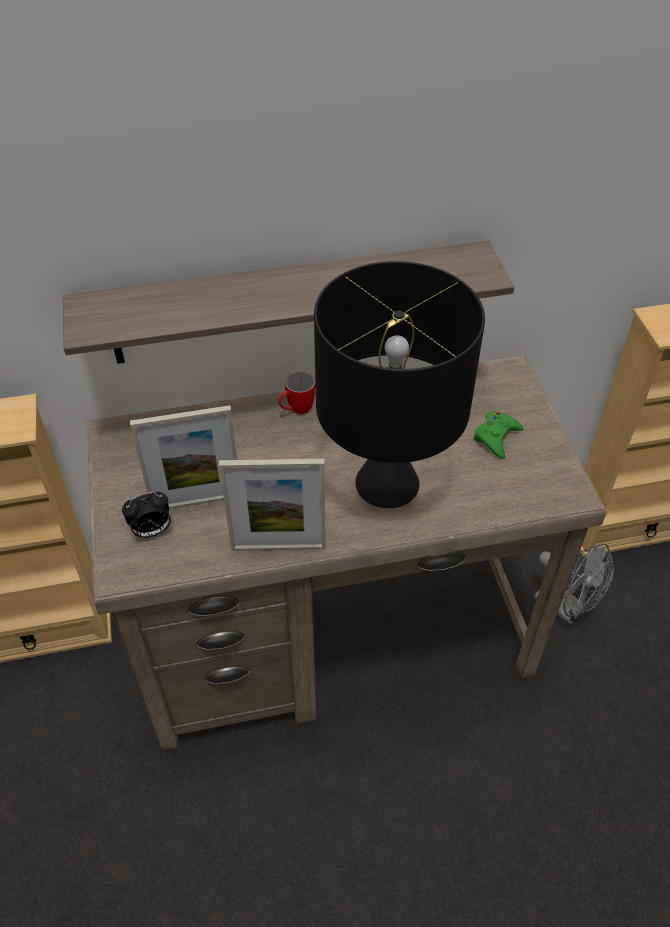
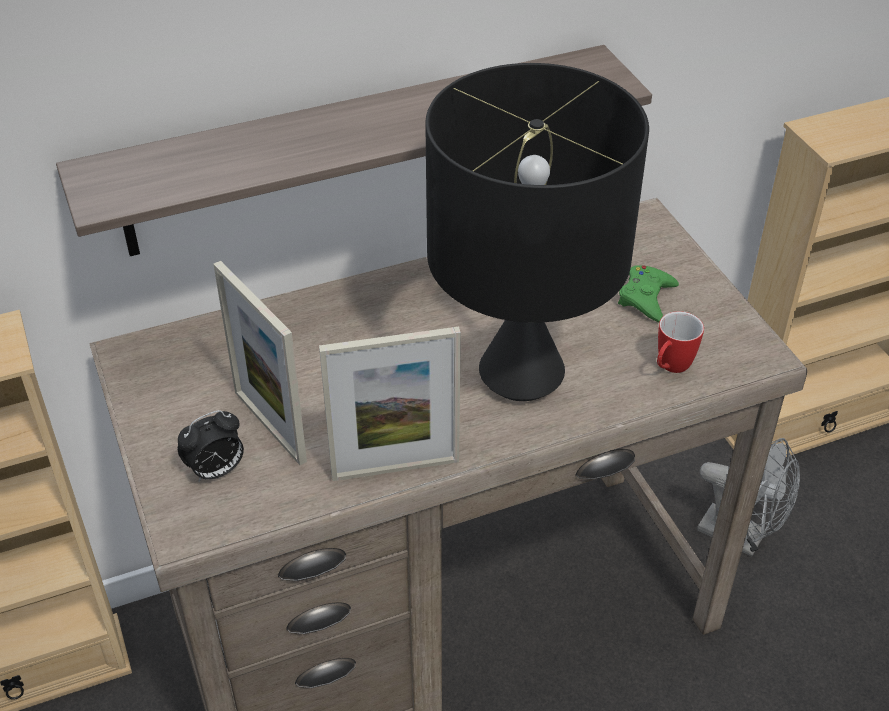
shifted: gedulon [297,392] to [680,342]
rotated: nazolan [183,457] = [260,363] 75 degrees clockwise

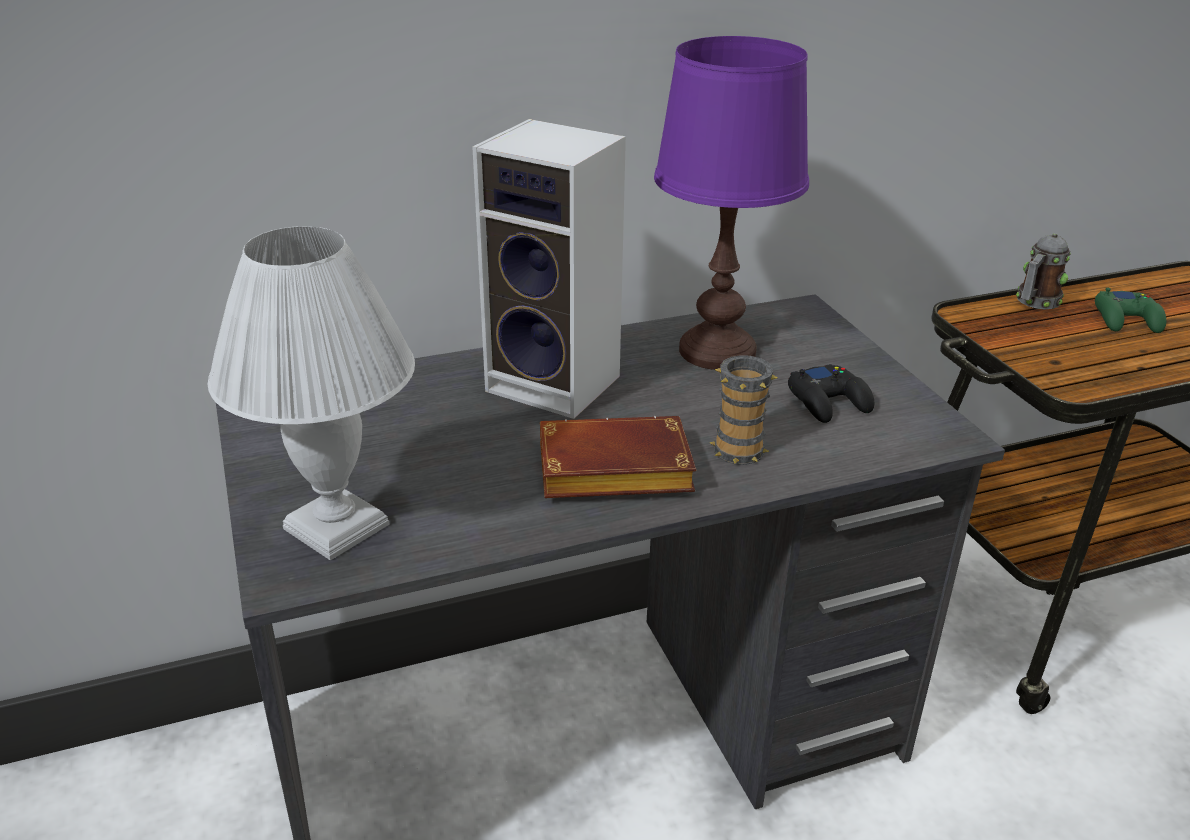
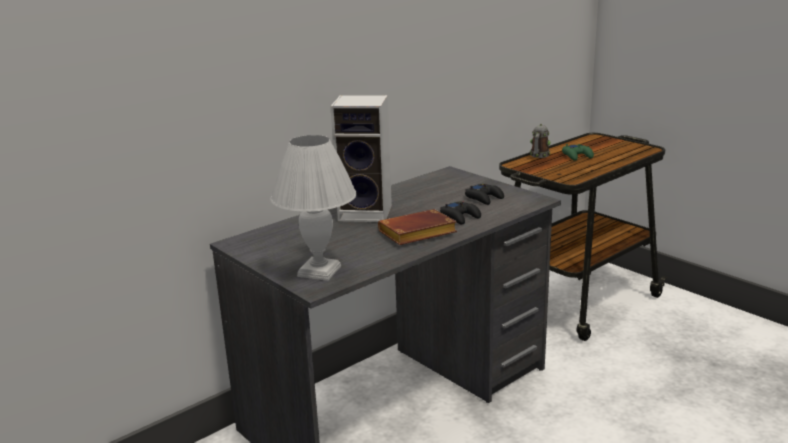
gone: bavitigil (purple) [731,203]
swapped: gedulon [744,410] to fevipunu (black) [460,213]

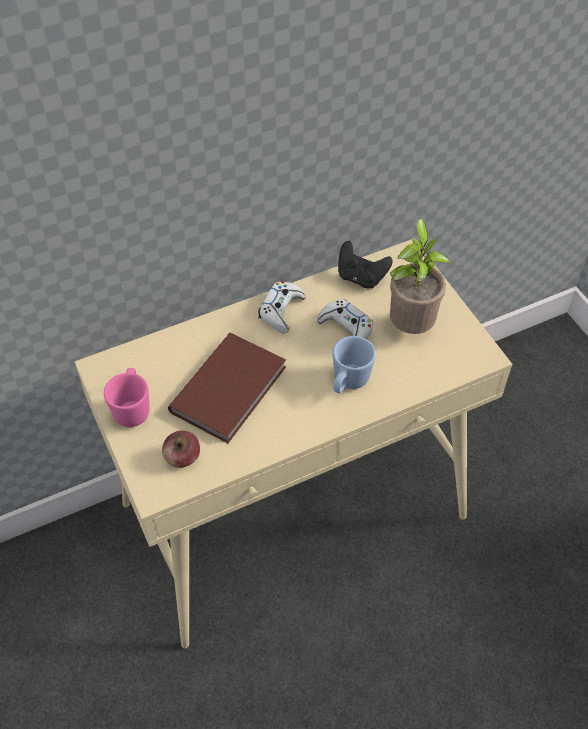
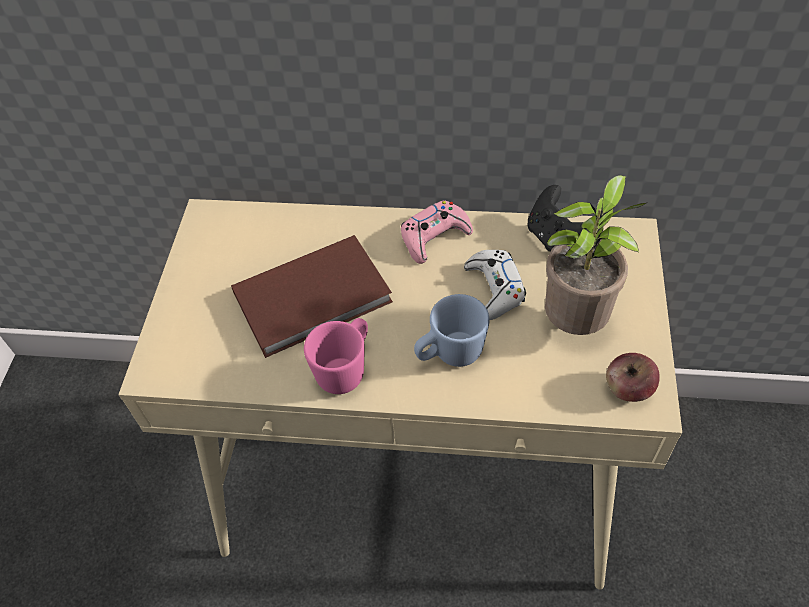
shifted: gedulon (pink) [126,397] to [336,356]; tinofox [181,449] to [633,377]
repainted: fevipunu (white) [282,307] to fevipunu (pink) [437,232]

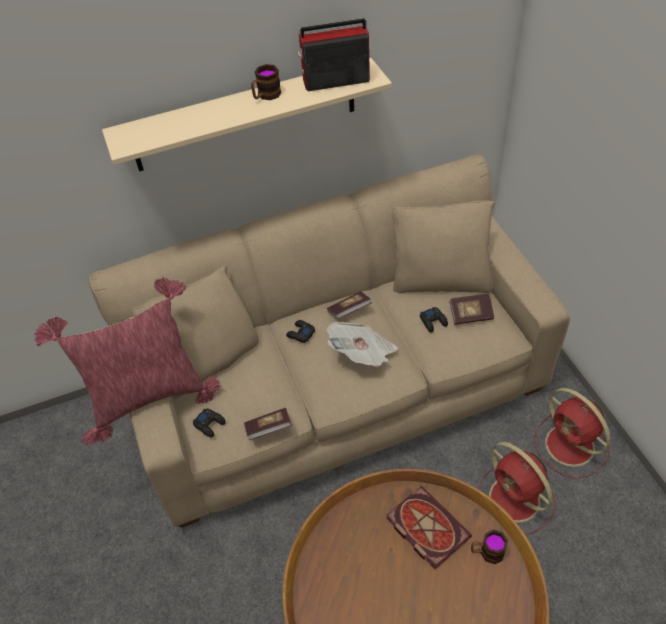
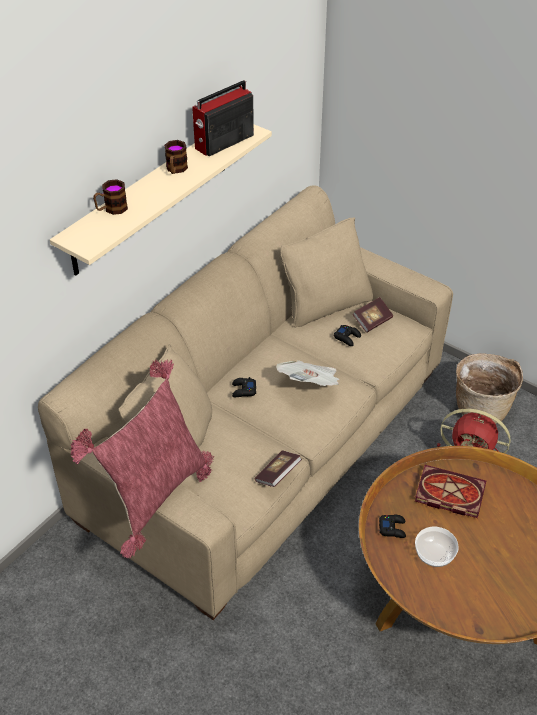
gone: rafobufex [349,305]
new: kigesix [437,547]
shifted: fevipunu (black) [209,423] to [392,526]; gedulon [489,546] to [110,197]
swapped: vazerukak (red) [572,433] to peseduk [489,388]

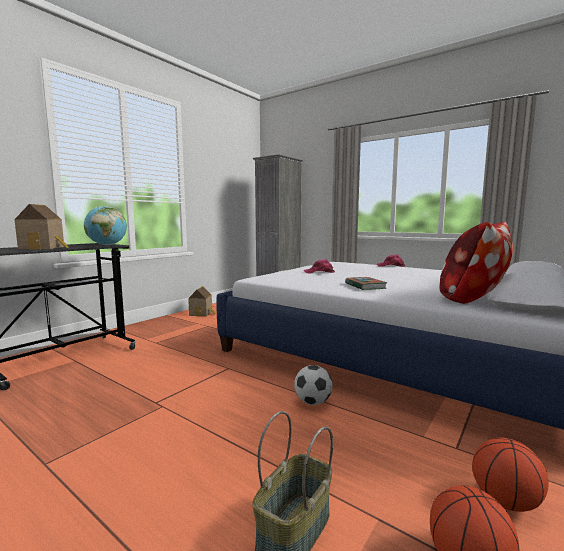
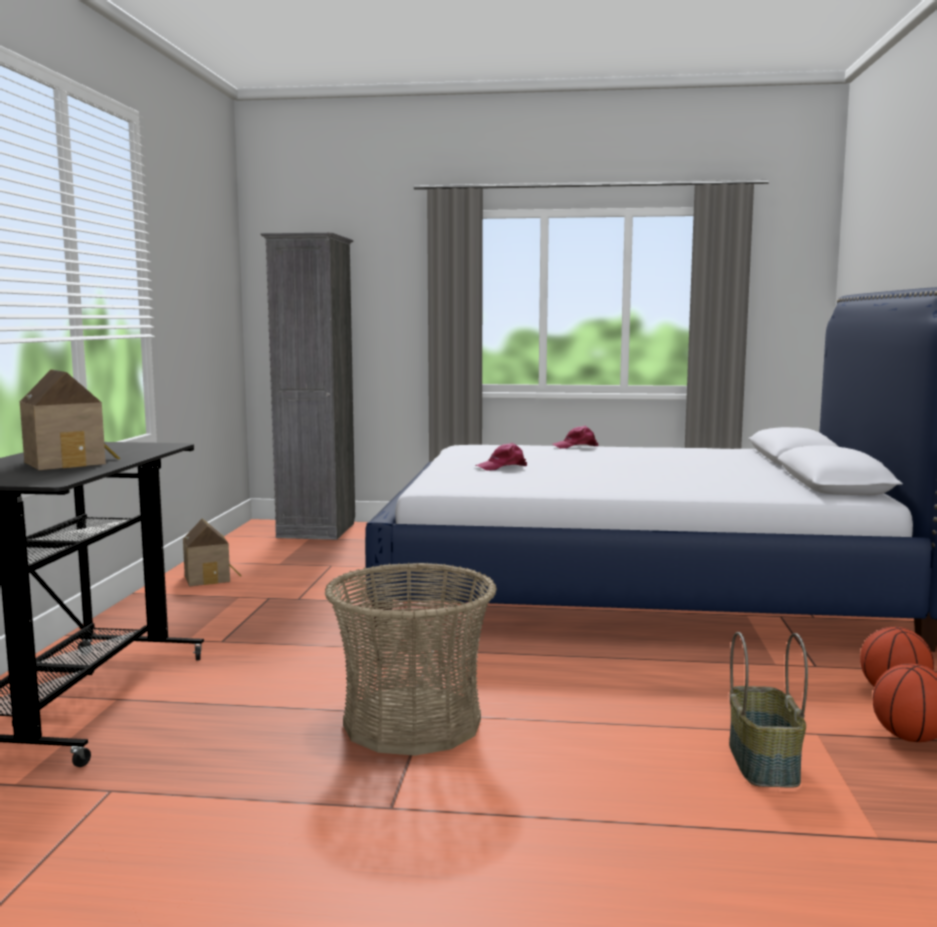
gone: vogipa [105,225]; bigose [476,262]; rafobufex [366,283]; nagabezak [313,385]
new: peseduk [411,659]

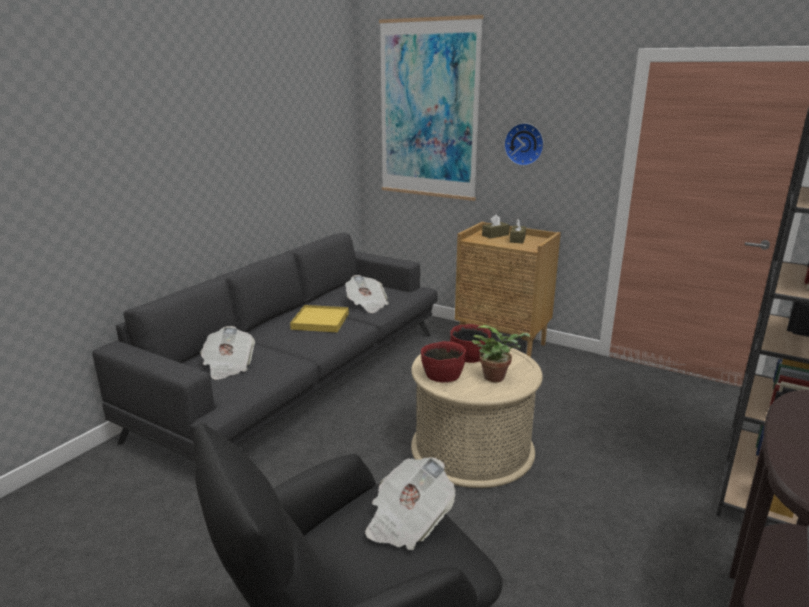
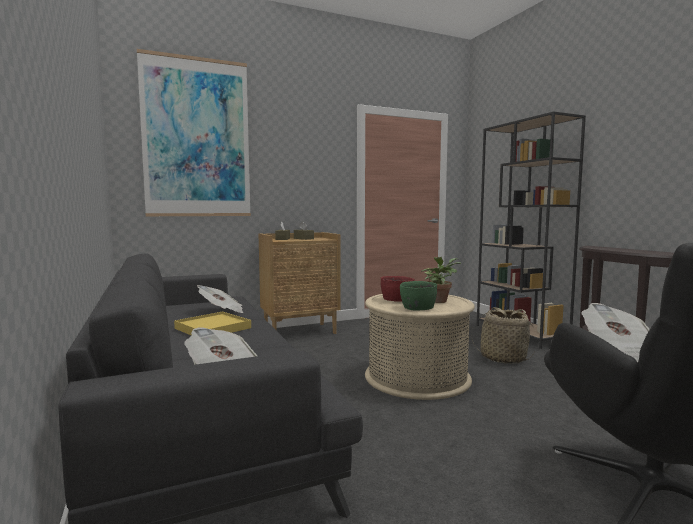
gone: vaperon [524,144]
new: peseduk [502,335]
repainted: kigesix (red) [443,362] to kigesix (green) [418,296]

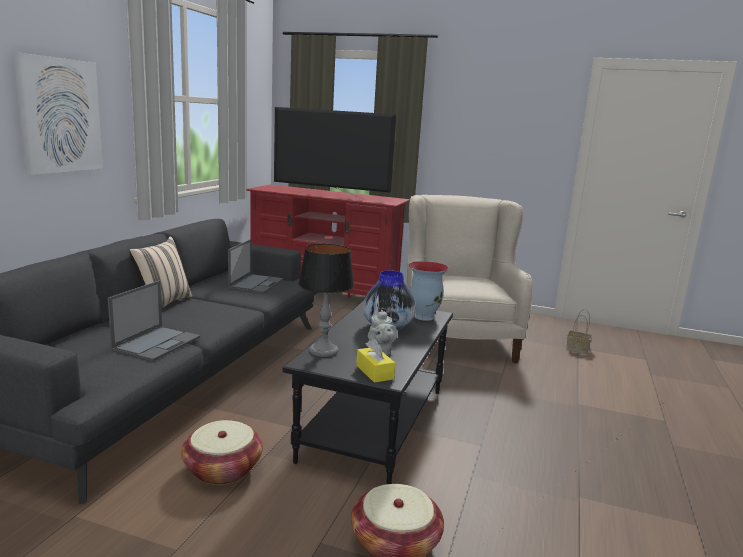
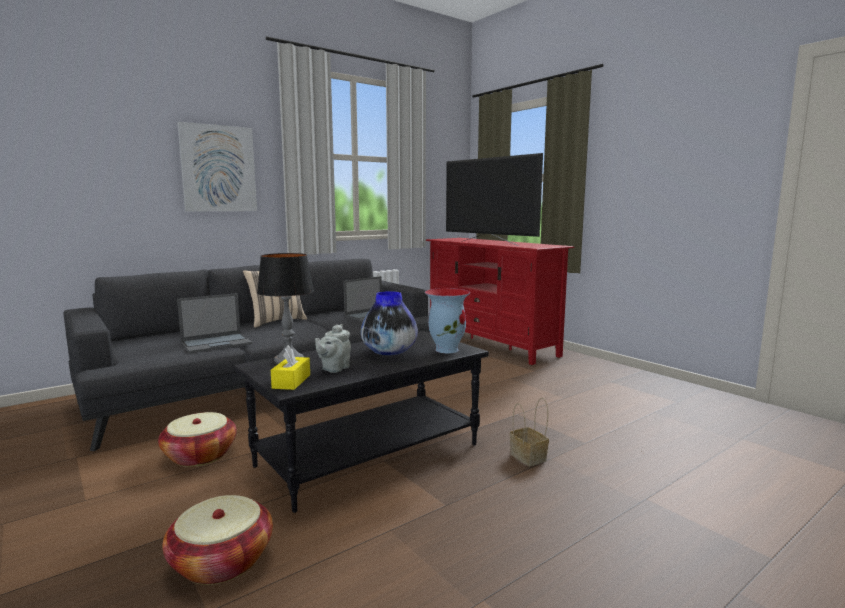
gone: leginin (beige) [470,279]
shifted: peseduk [579,331] to [529,432]

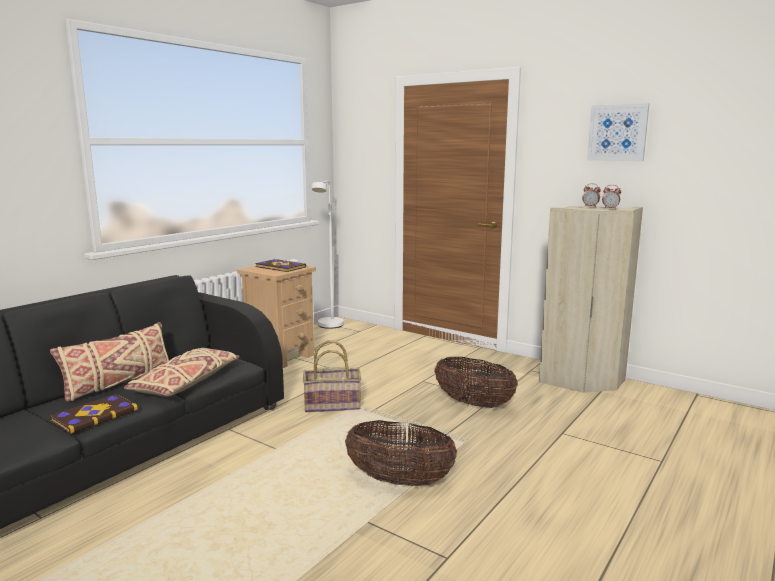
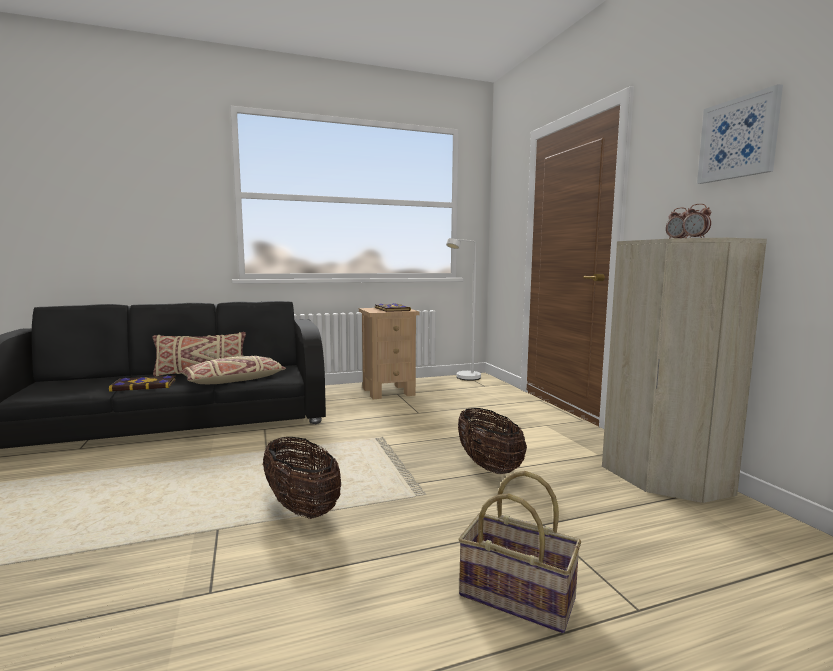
shifted: peseduk [332,376] to [519,552]

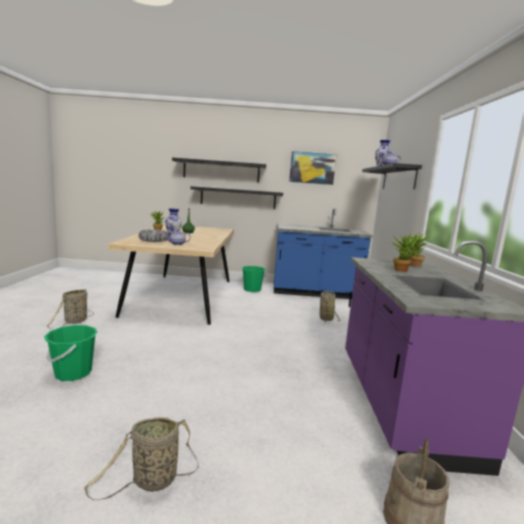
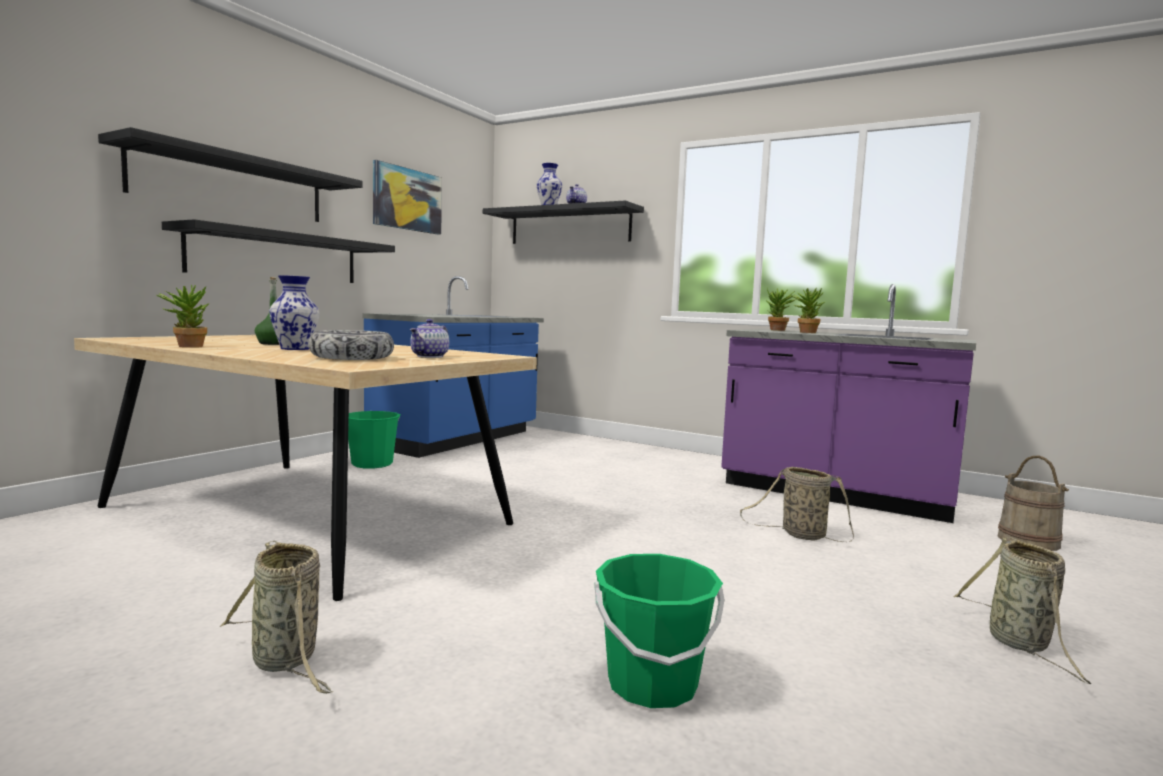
shifted: peseduk [330,307] to [797,504]

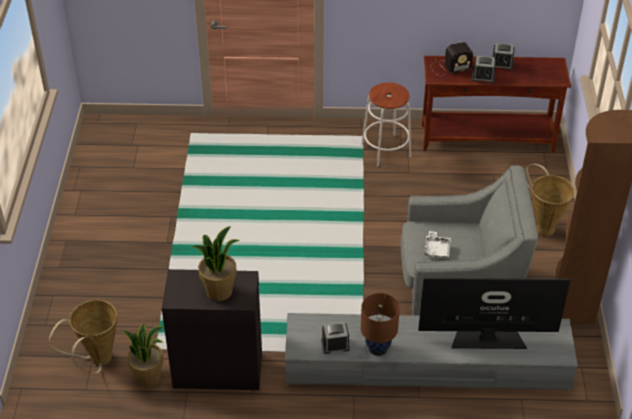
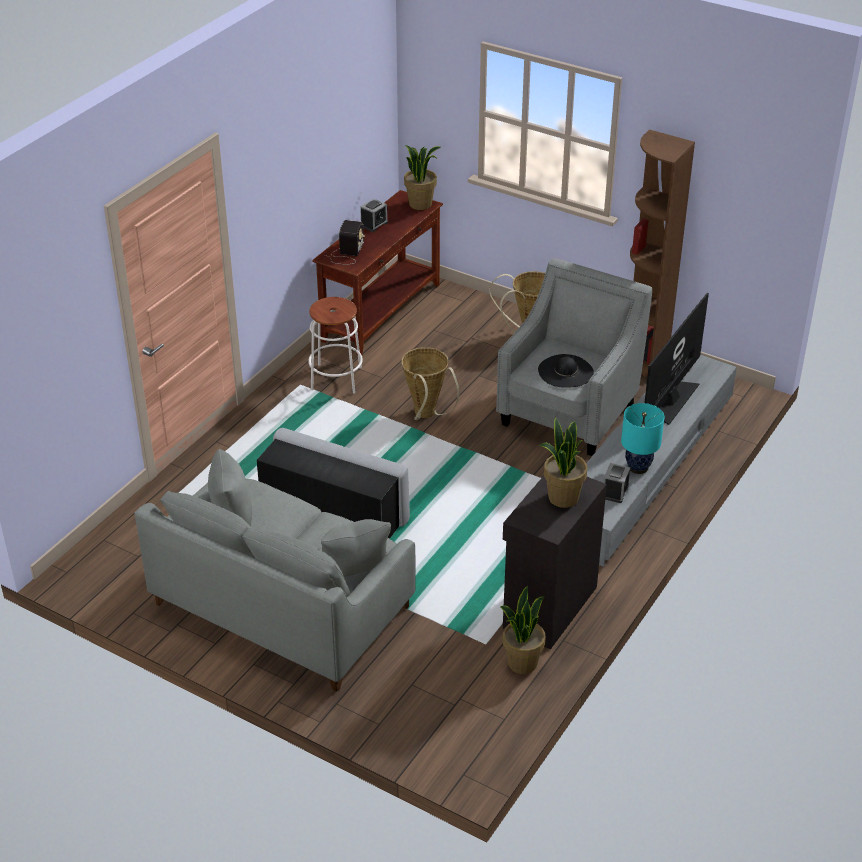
gone: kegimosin [484,69]
new: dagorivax [422,177]; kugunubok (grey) [333,483]; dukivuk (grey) [275,570]
shifted: peseduk [83,336] to [430,383]
swapped: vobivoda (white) [438,244] to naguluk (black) [566,371]
repainted: bavitigil (brown) [380,324] to bavitigil (turquoise) [642,438]

